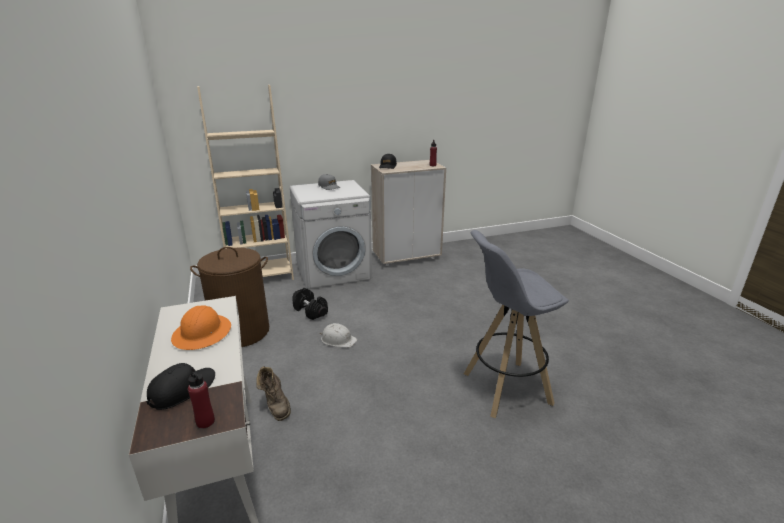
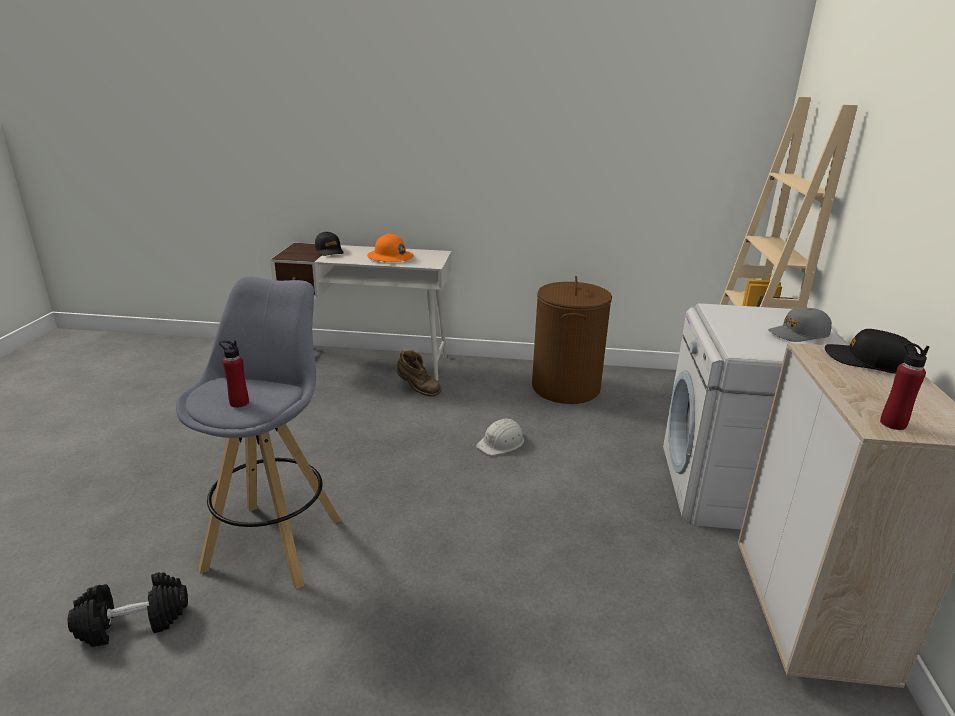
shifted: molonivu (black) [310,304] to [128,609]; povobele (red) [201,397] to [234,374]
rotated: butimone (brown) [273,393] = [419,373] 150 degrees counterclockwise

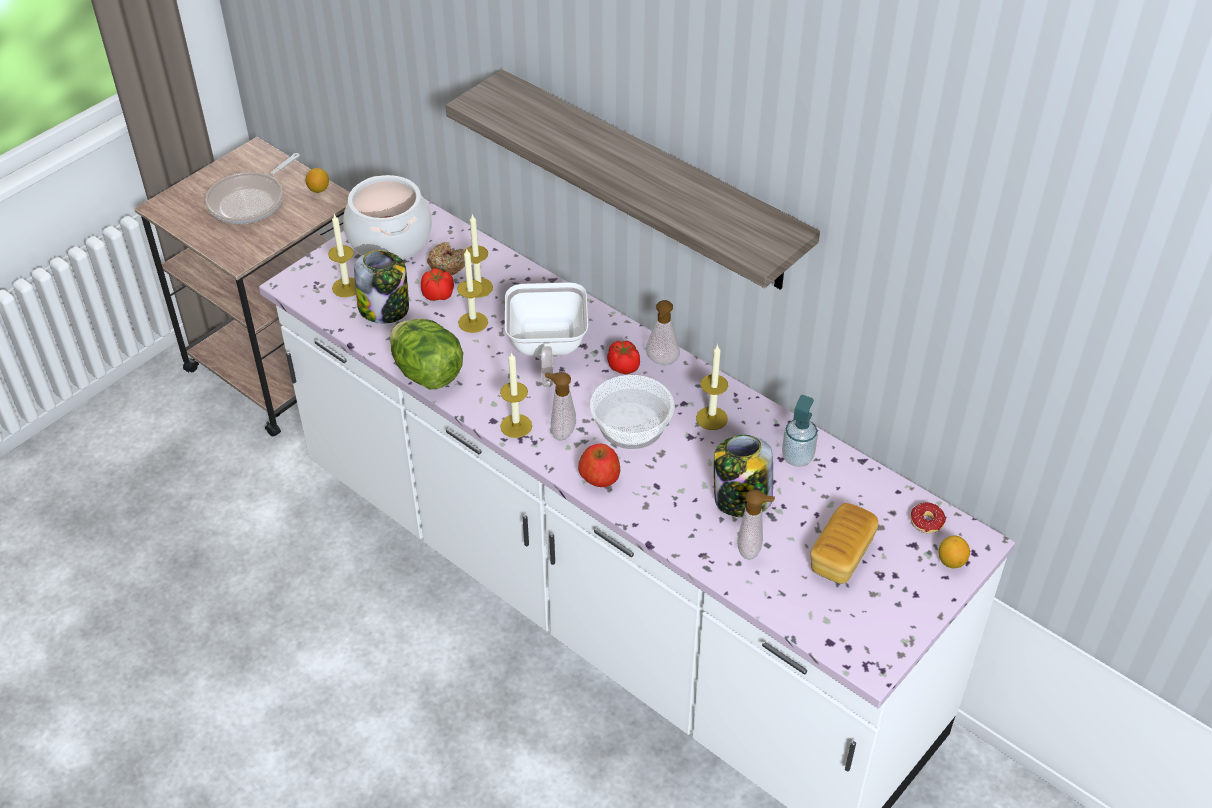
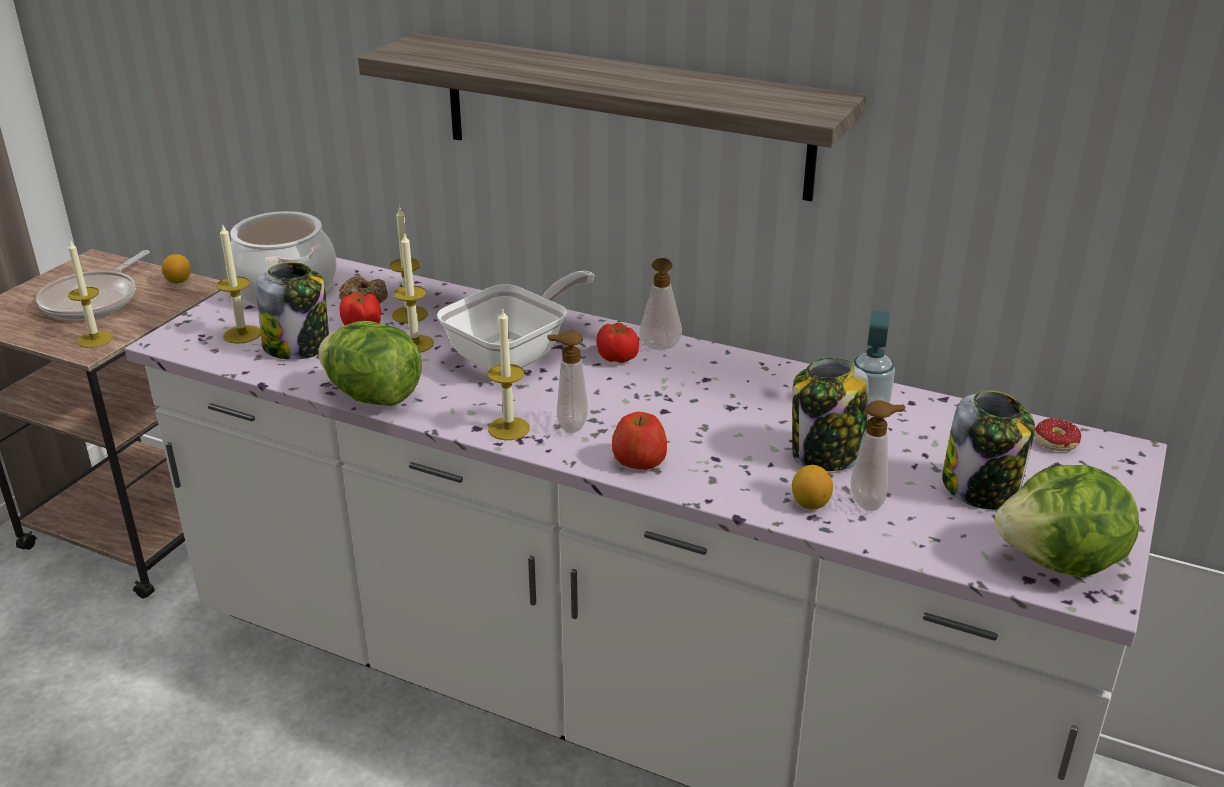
gone: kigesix [632,412]
new: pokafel [1067,521]
shifted: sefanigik [712,387] to [90,294]; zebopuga [954,552] to [812,487]
swapped: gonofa [844,543] to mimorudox [988,450]
rotated: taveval [546,335] = [516,320] 120 degrees counterclockwise

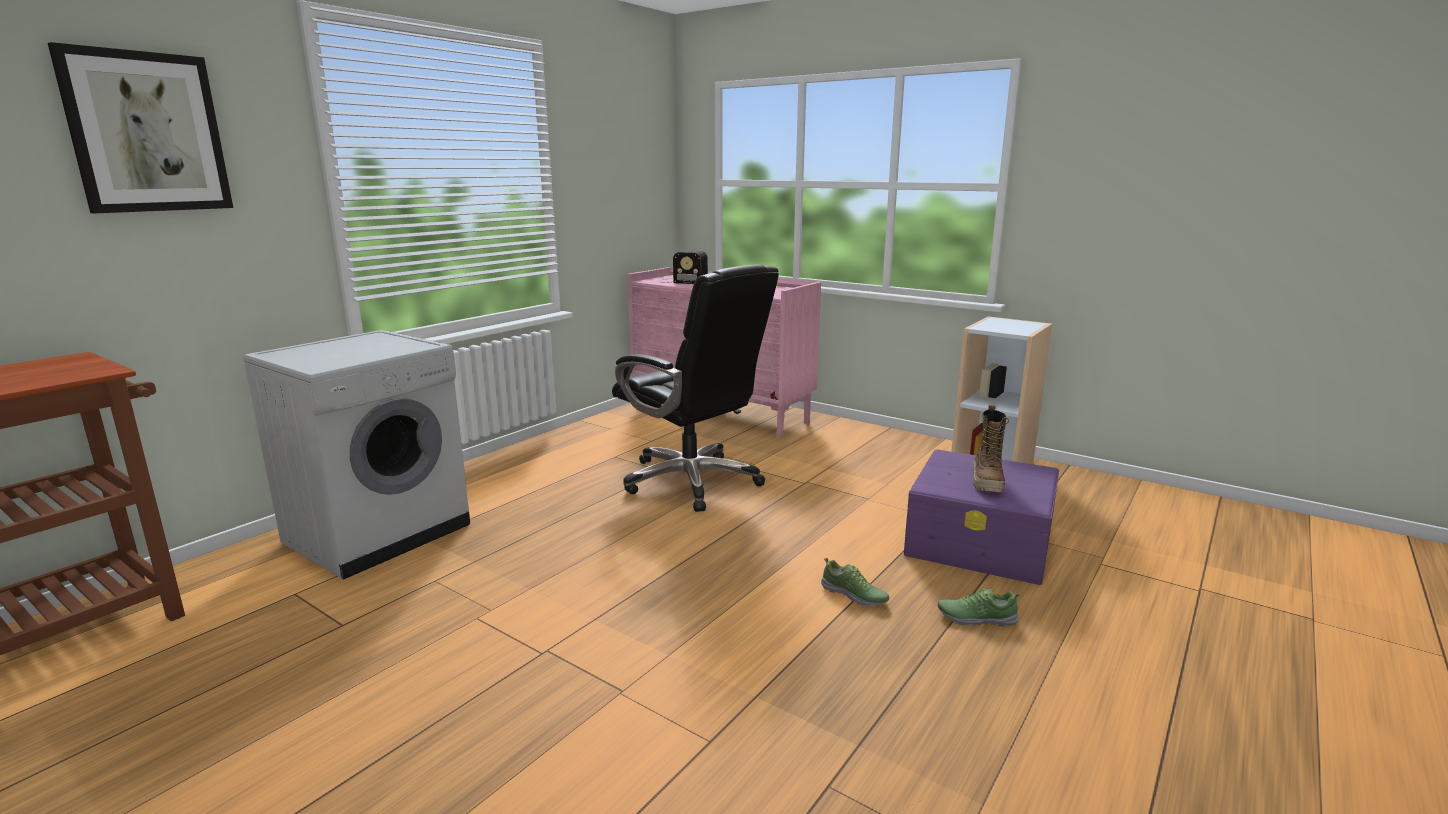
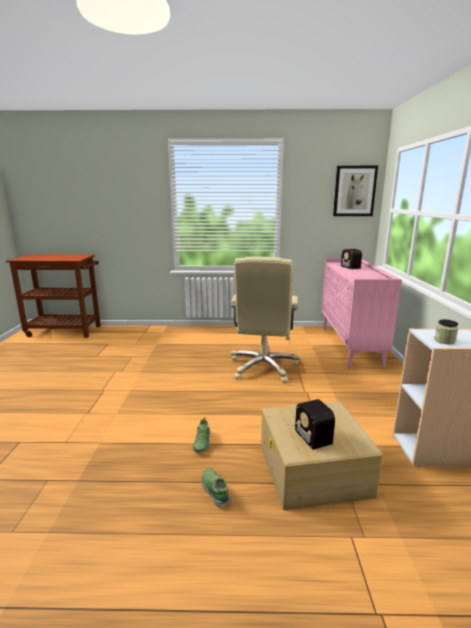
gone: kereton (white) [356,455]
new: mimorudox [446,331]
shifted: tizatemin [140,128] to [355,191]
swapped: butimone [991,448] to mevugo [312,424]
repainted: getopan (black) [695,388] to getopan (beige) [265,320]; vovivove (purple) [981,517] to vovivove (beige) [322,455]

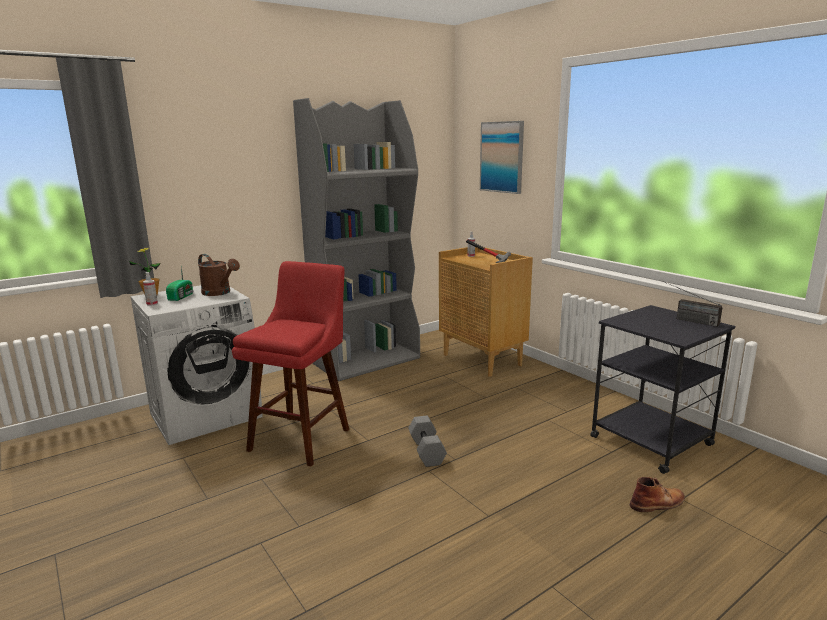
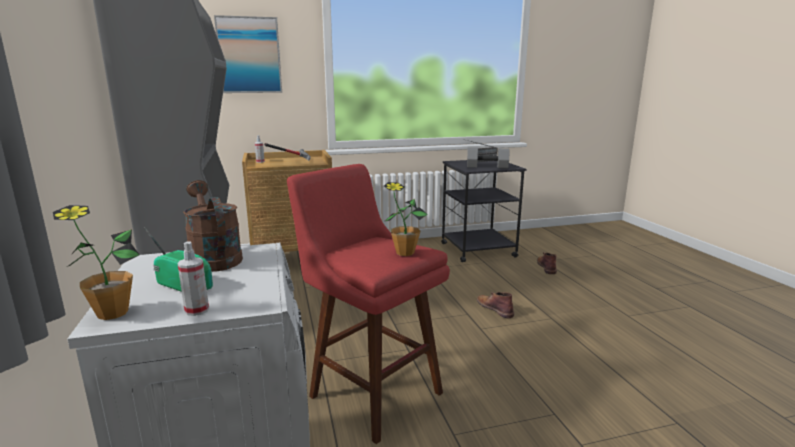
new: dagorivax [406,219]; butimone (brown) [495,305]
shifted: molonivu (grey) [427,441] to [488,158]
rotated: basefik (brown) [219,275] = [213,226] 90 degrees counterclockwise

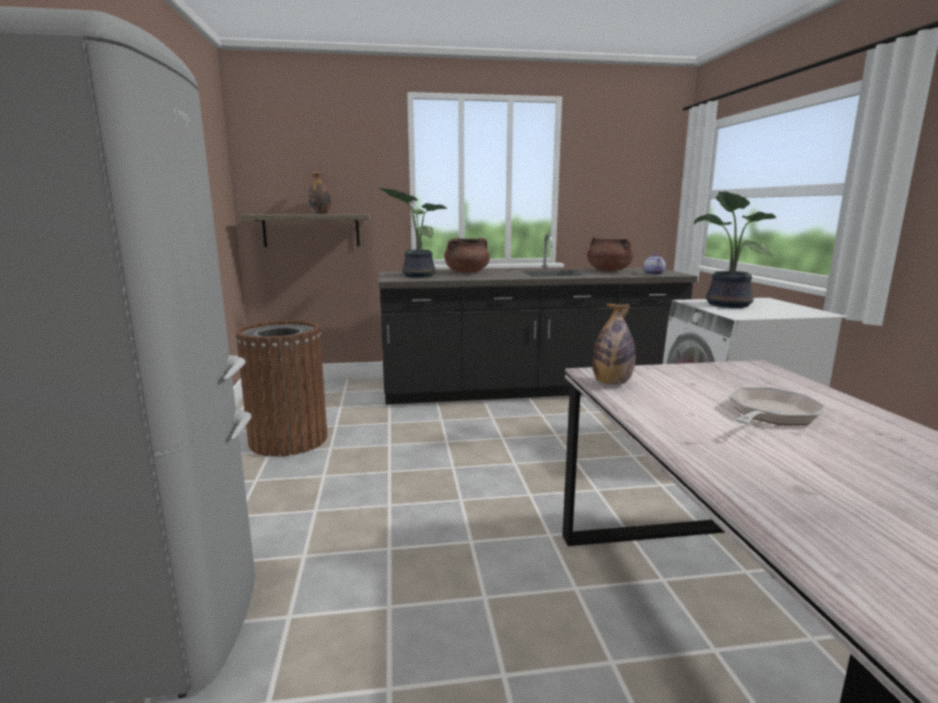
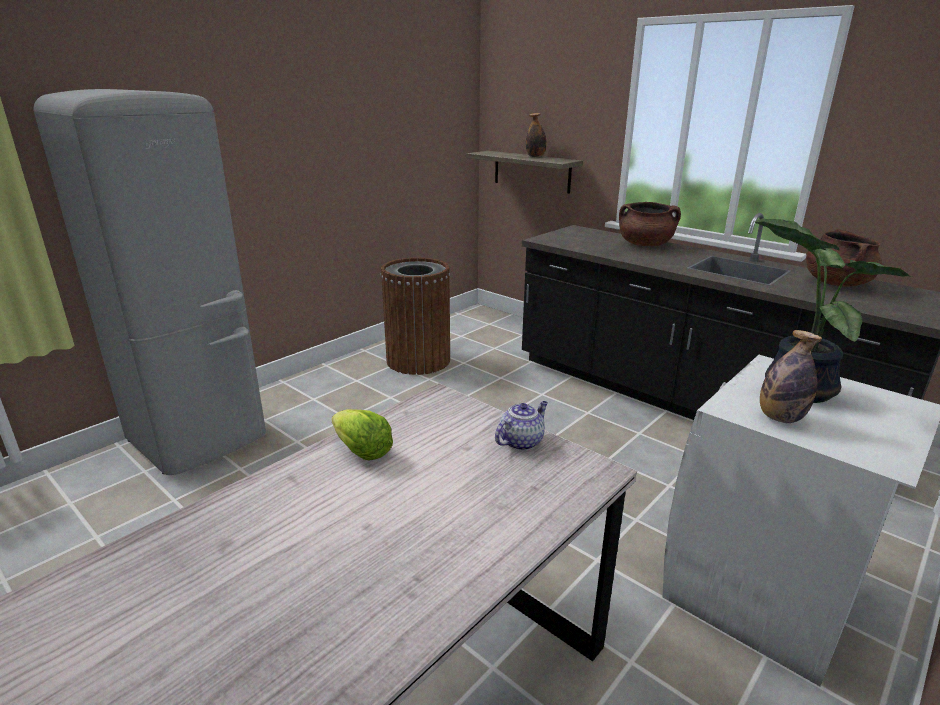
gone: dagorivax [412,233]; taveval [777,406]
new: pokafel [362,435]
shifted: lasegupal [654,264] to [521,426]; povobele [614,344] to [791,376]

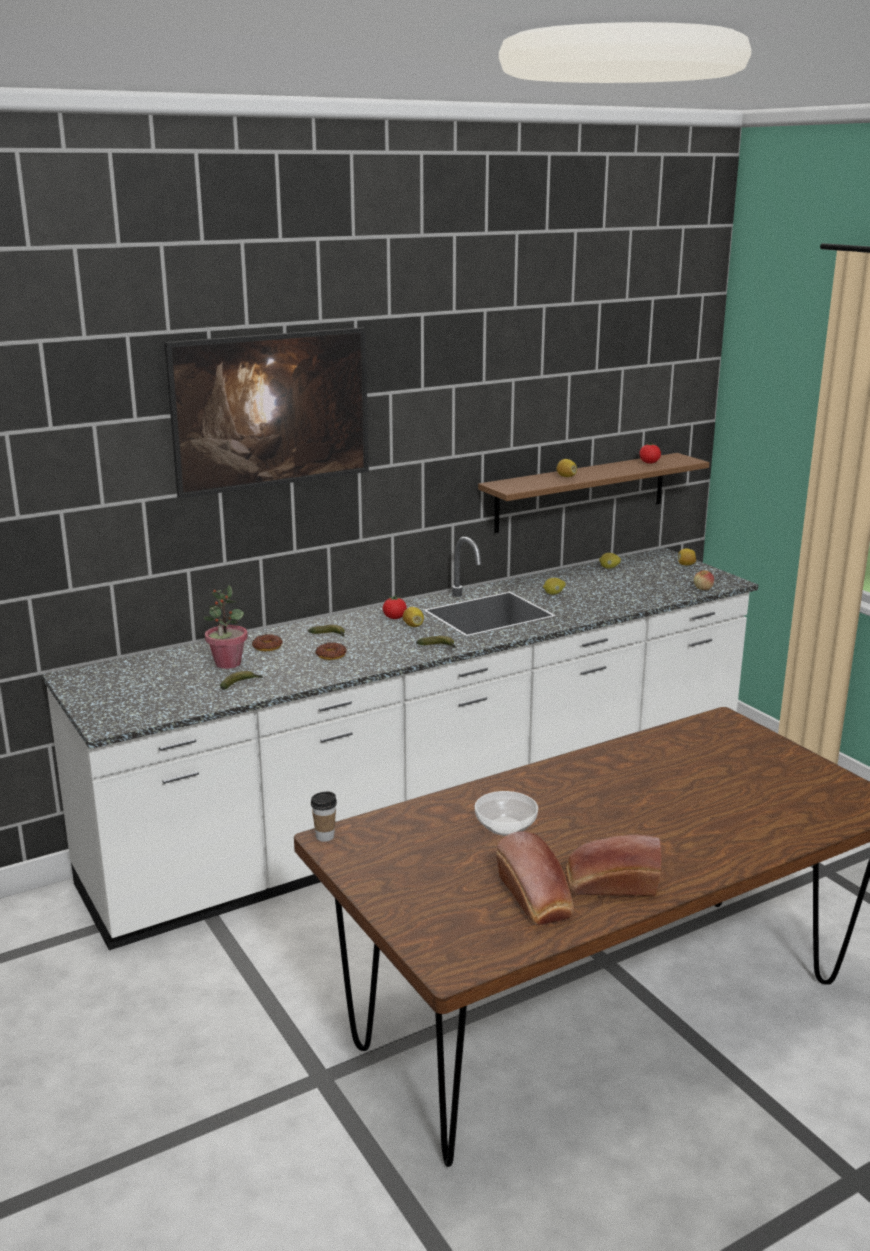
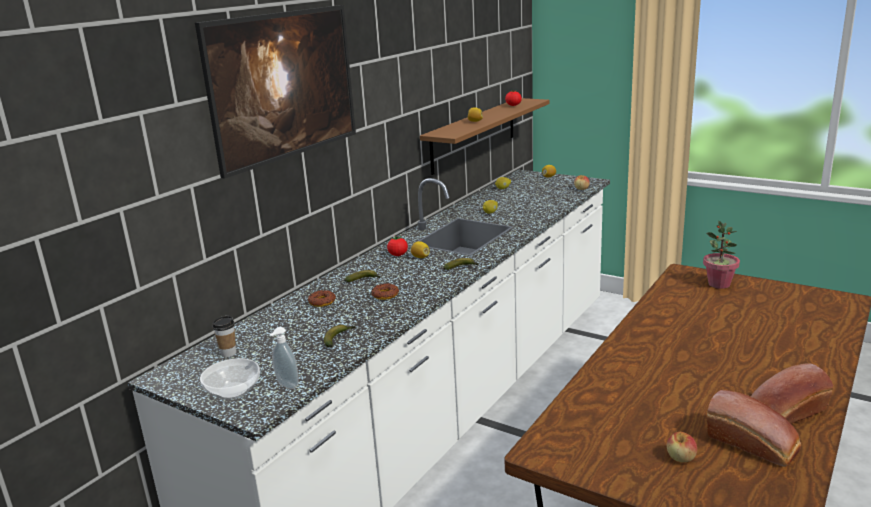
new: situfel [283,358]; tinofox [682,447]
shifted: dagorivax [226,627] to [721,255]; kigesix [506,813] to [230,379]; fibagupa [324,817] to [224,336]

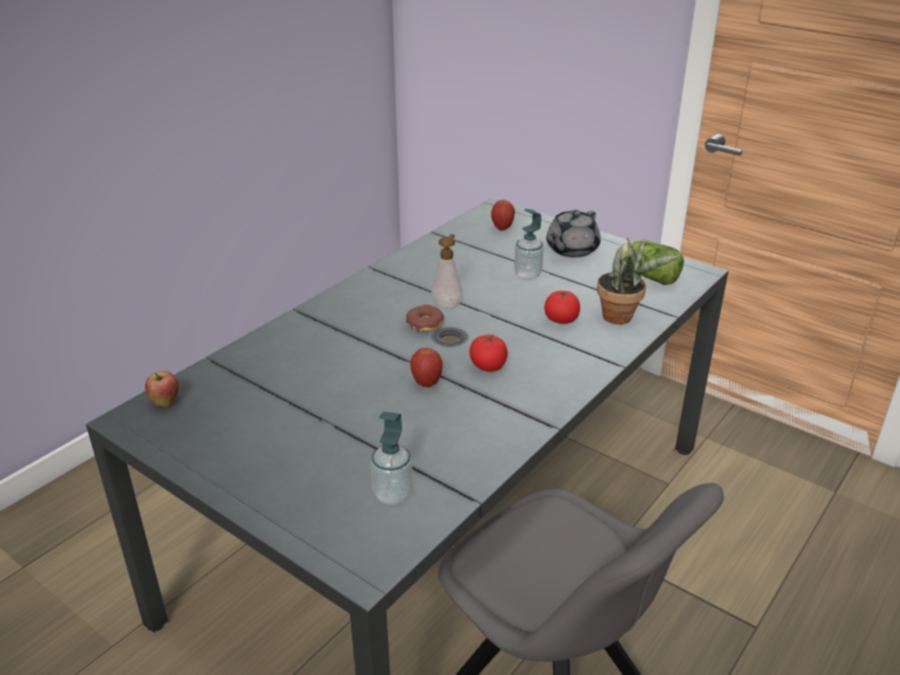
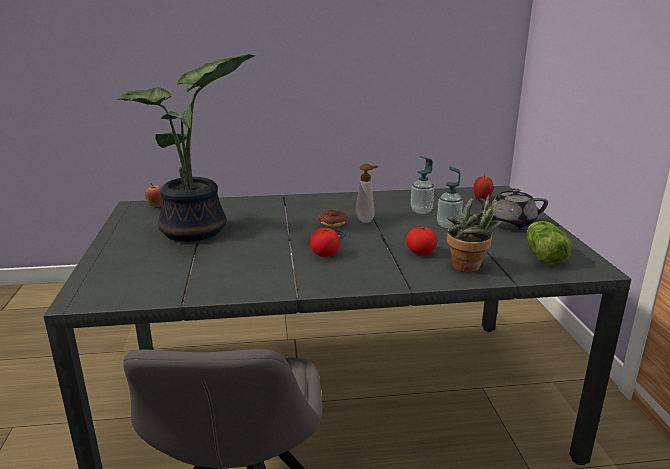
gone: tinofox [426,367]
new: dagorivax [186,148]
shifted: situfel [392,458] to [422,185]

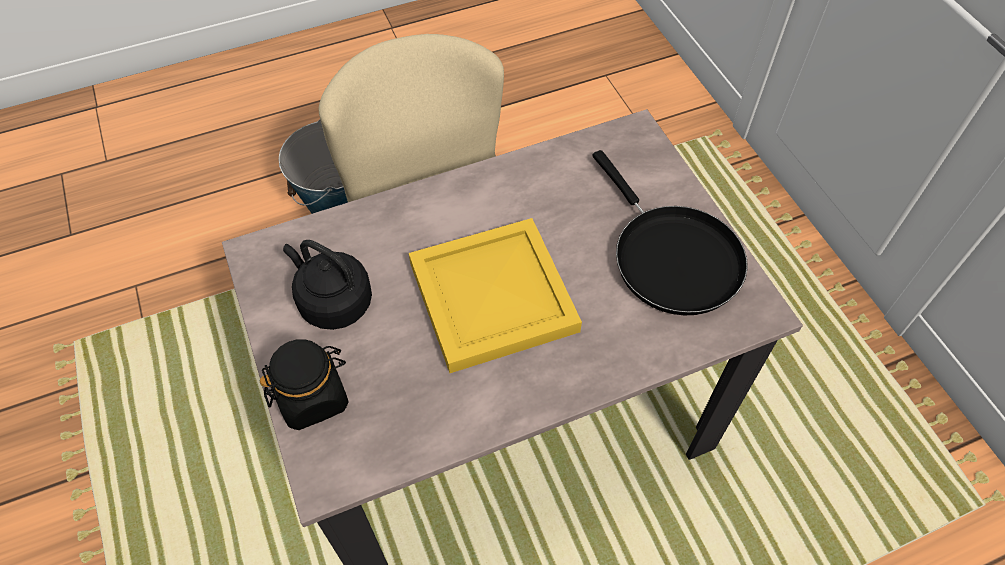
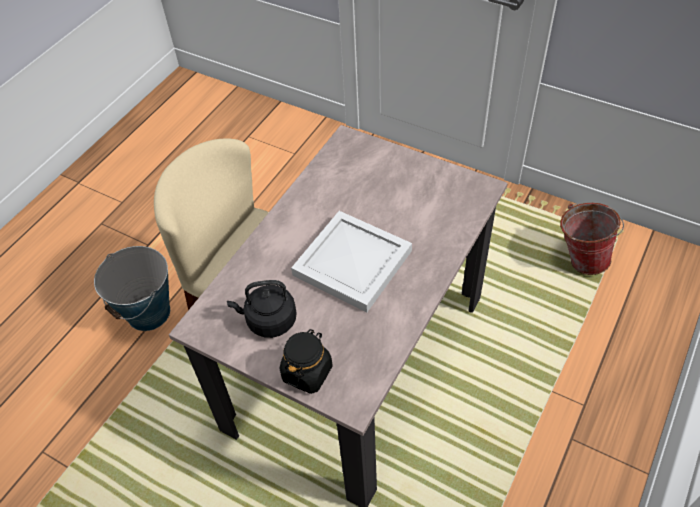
gone: taveval (black) [670,232]
new: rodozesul [592,239]
repainted: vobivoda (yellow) [495,295] to vobivoda (white) [351,261]

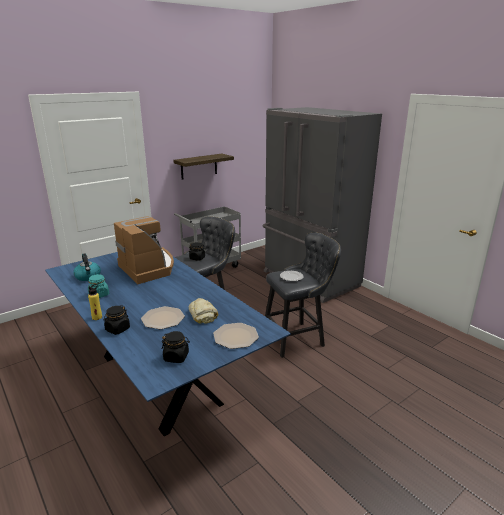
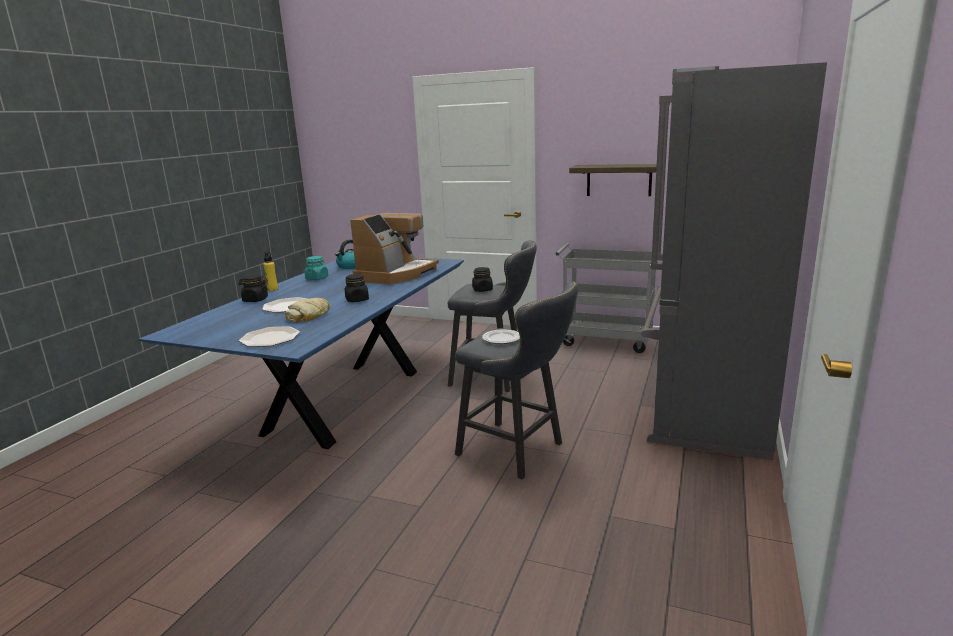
shifted: mimorudox (black) [176,347] to [357,288]

